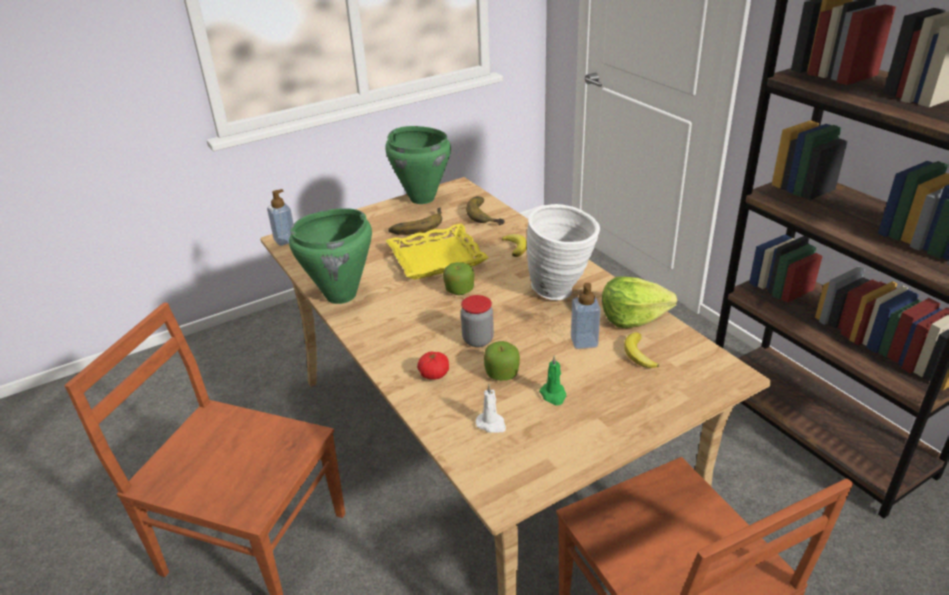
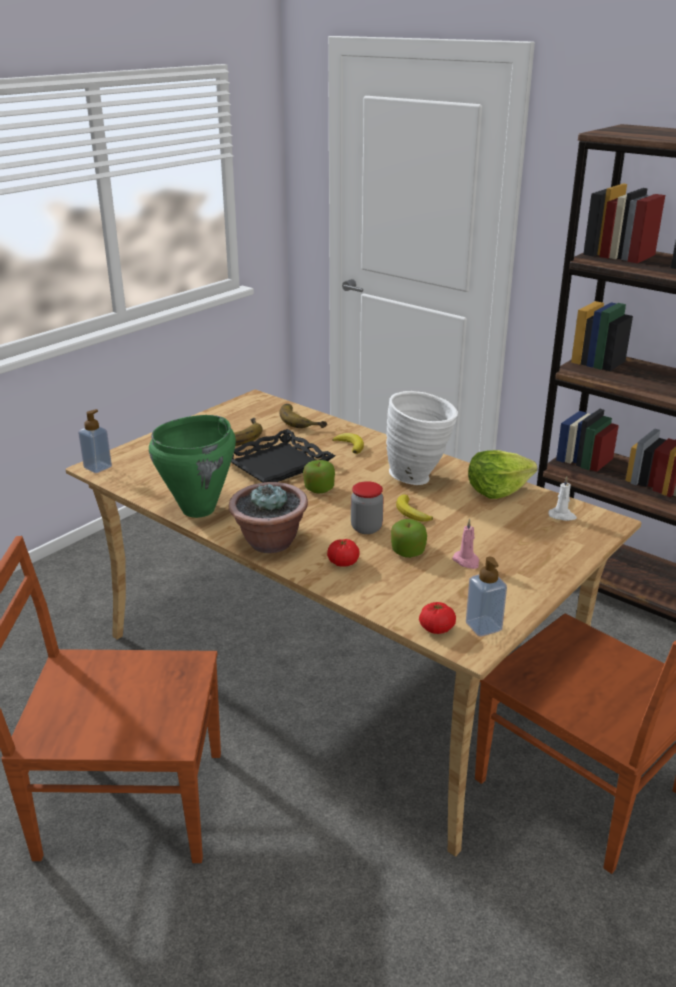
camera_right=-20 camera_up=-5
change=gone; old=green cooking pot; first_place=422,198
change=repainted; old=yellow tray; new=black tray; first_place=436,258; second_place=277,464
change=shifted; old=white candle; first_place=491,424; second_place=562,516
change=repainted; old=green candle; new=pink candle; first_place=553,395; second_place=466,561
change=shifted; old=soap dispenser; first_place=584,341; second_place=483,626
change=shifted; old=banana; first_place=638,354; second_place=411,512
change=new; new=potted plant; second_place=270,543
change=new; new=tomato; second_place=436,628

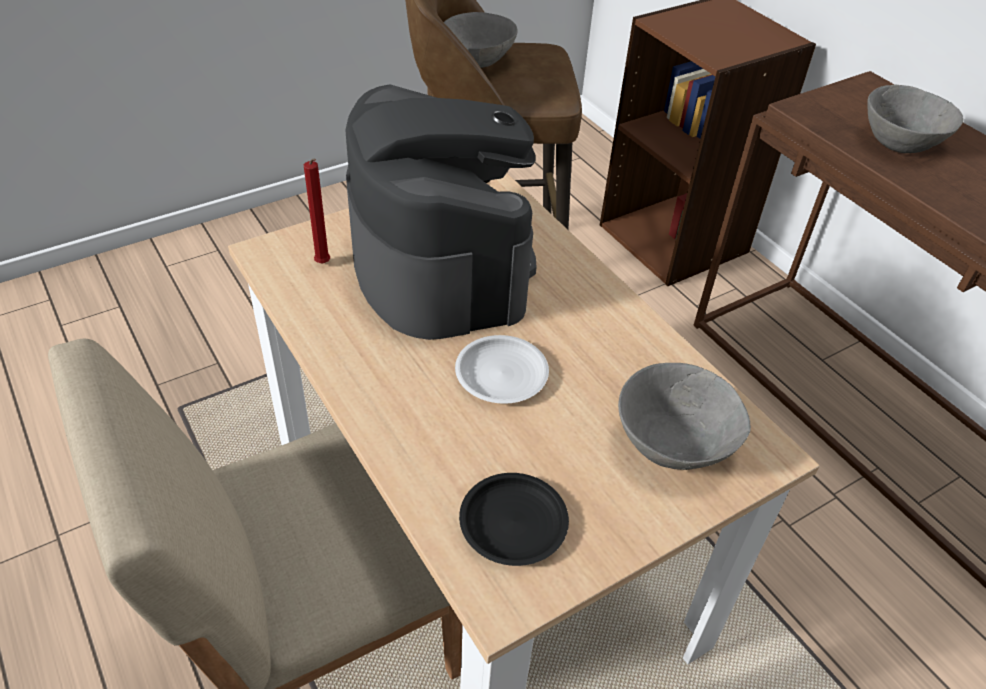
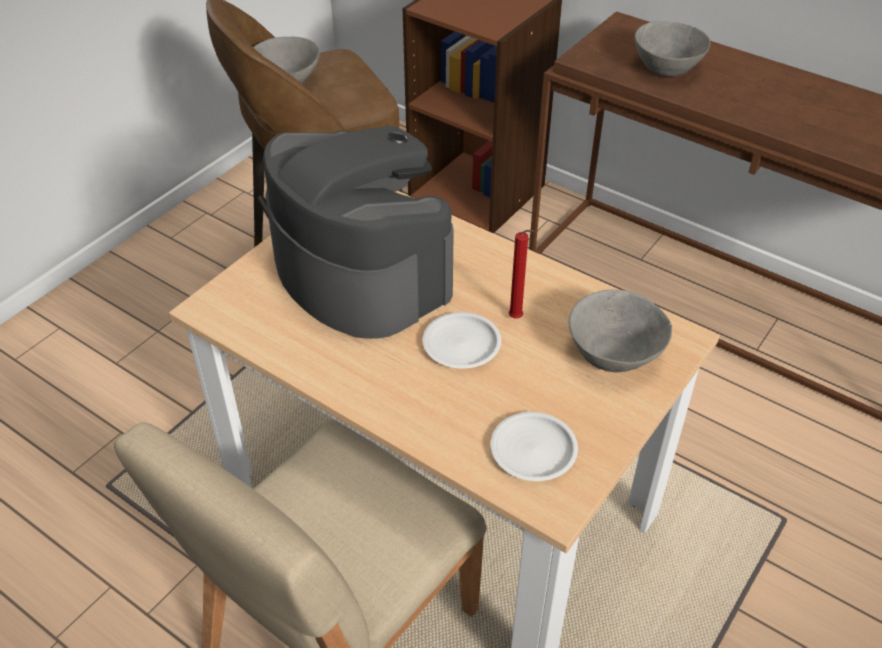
camera_right=-20 camera_up=0
change=shifted; old=red candle; first_place=323,265; second_place=517,319
change=repainted; old=black plate; new=white plate; first_place=513,524; second_place=533,451

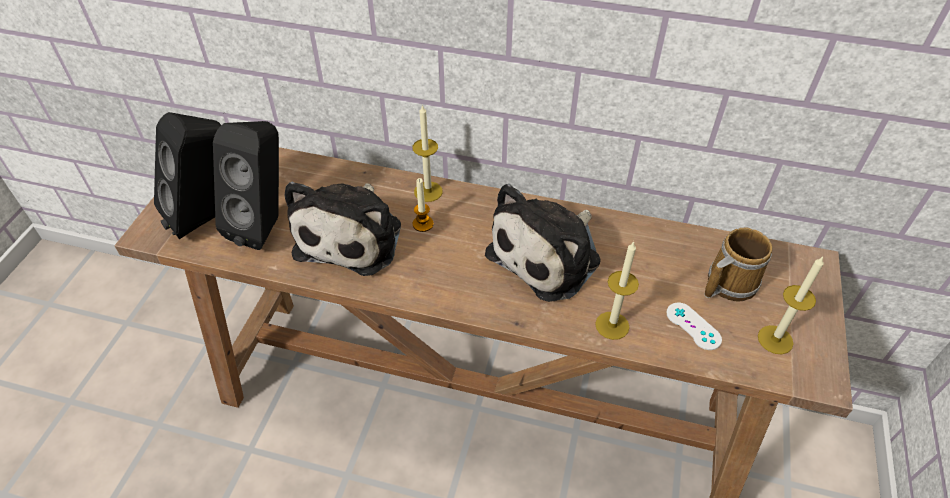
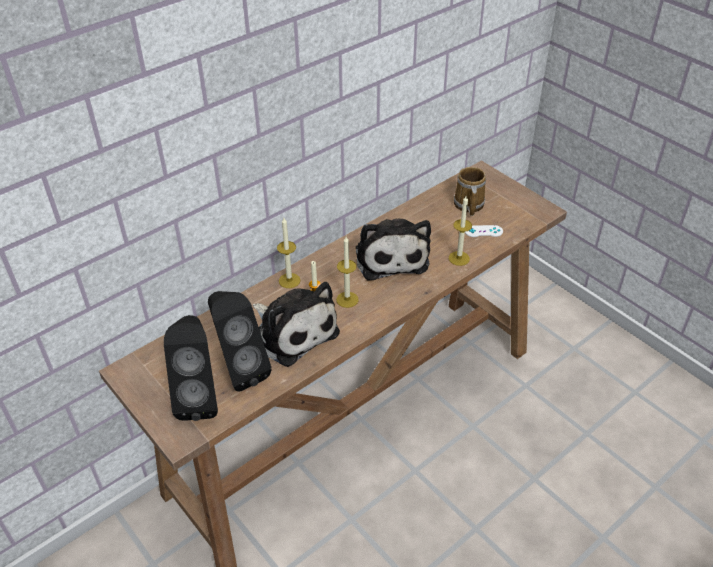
camera_right=-55 camera_up=-5
change=shifted; old=candle; first_place=775,339; second_place=347,299

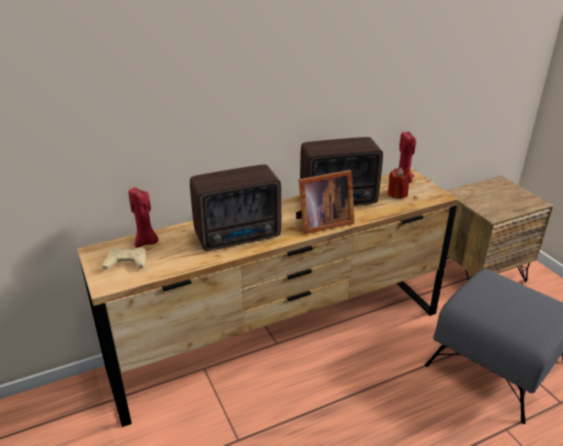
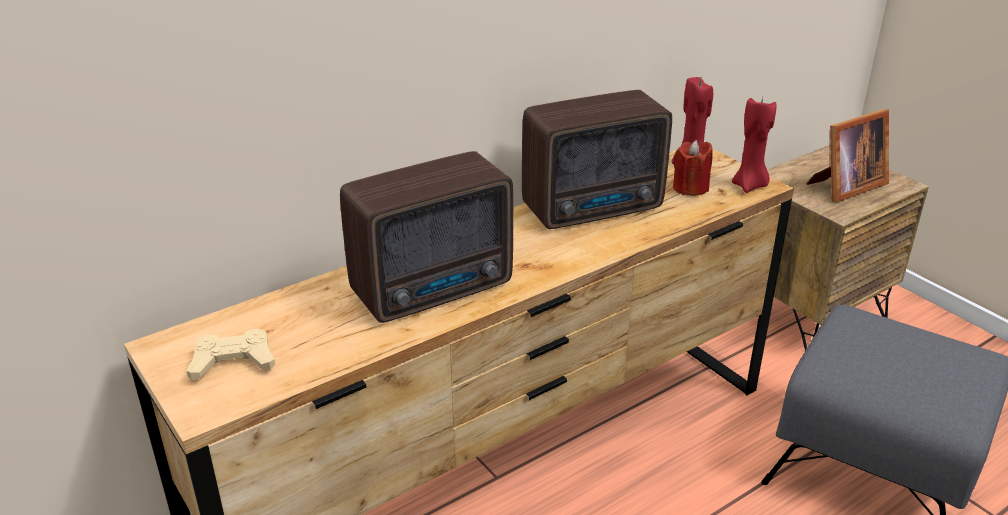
camera_right=-10 camera_up=0
change=shifted; old=red candle; first_place=147,242; second_place=750,186
change=shifted; old=picture frame; first_place=321,223; second_place=845,187

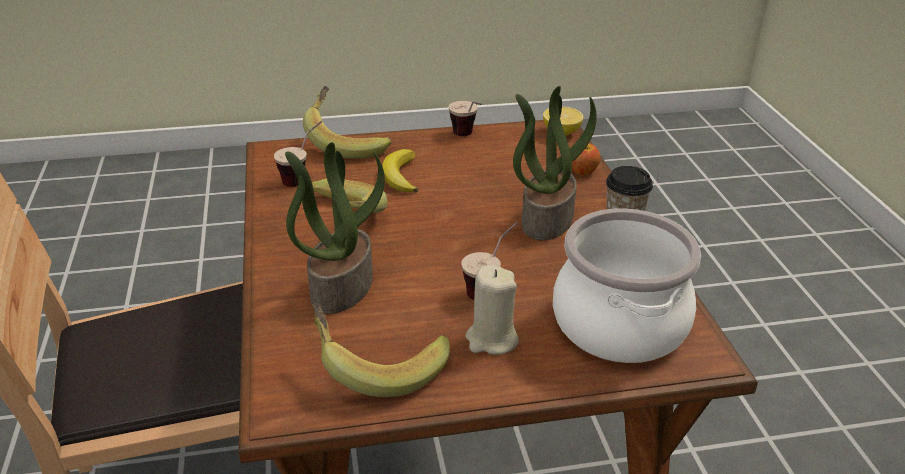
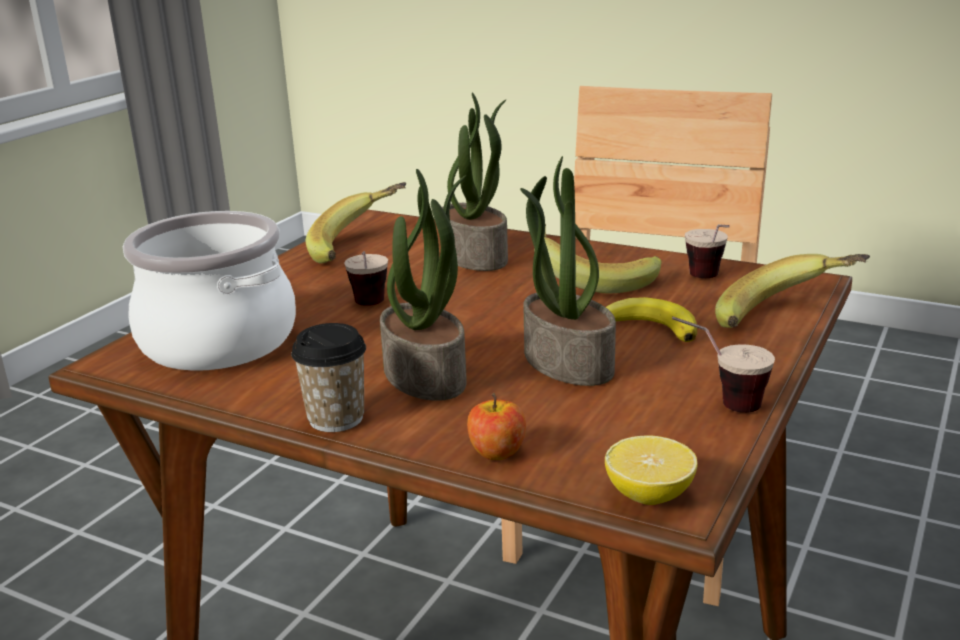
camera_right=130 camera_up=-10
change=gone; old=beige candle; first_place=491,339
change=new; new=potted plant; second_place=565,362

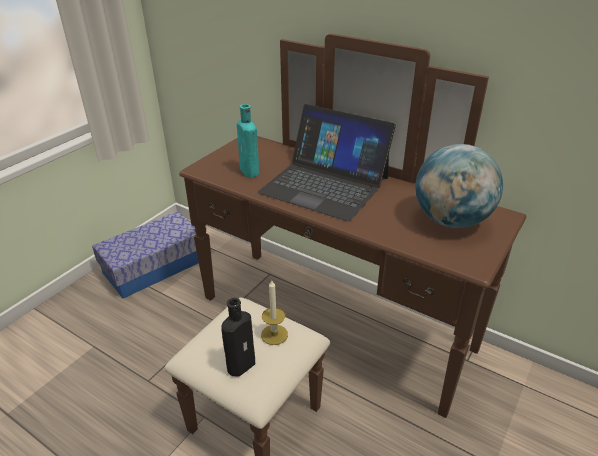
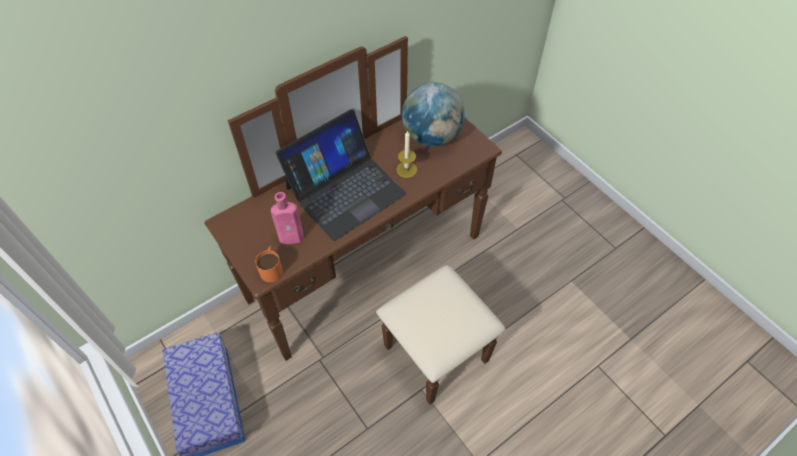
camera_right=-70 camera_up=20
change=gone; old=black bottle; first_place=243,364
change=repainted; old=turquoise bottle; new=pink bottle; first_place=250,172; second_place=293,237
change=shifted; old=candle; first_place=274,334; second_place=406,169
change=new; new=orange mug; second_place=271,267

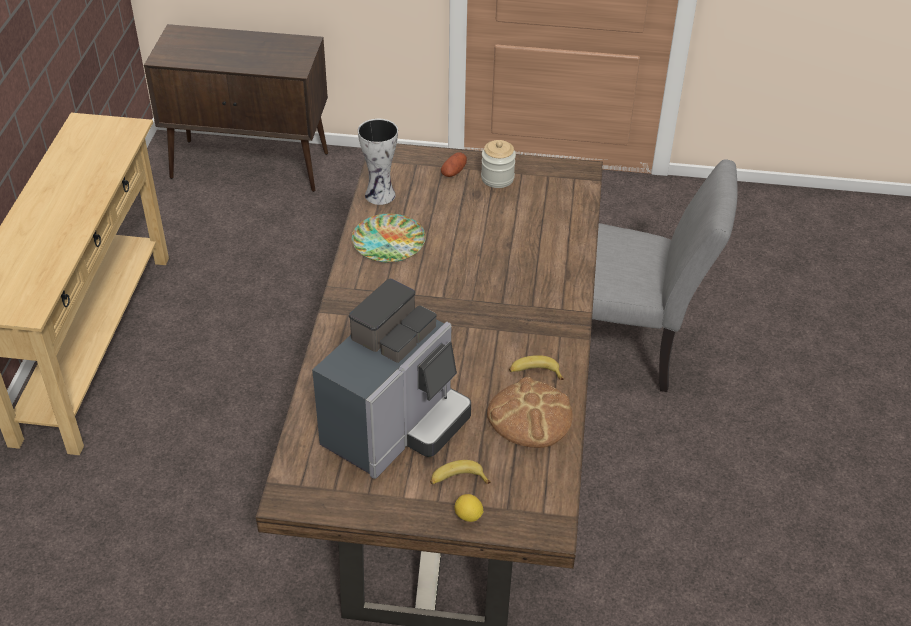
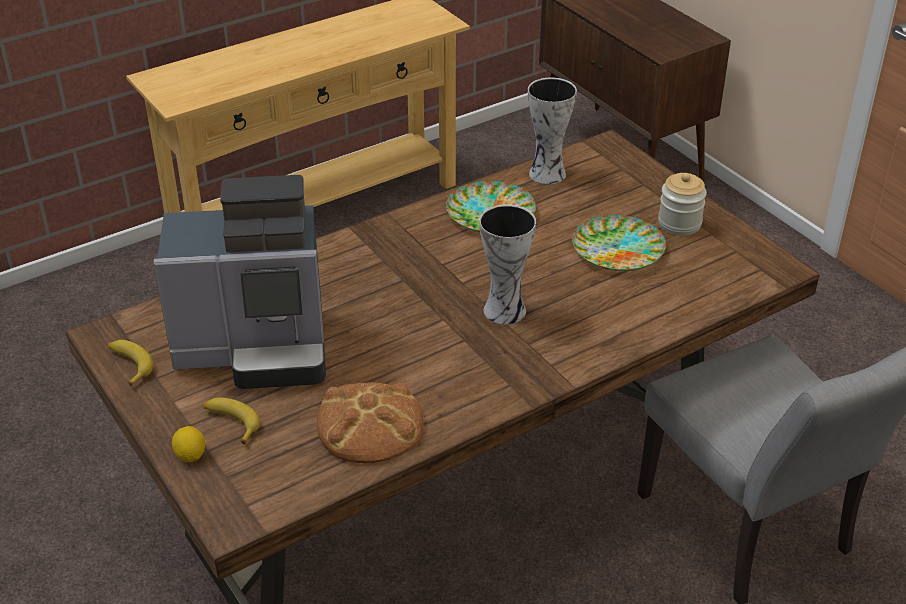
camera_right=50 camera_up=-5
change=gone; old=potato; first_place=453,172
change=shifted; old=banana; first_place=534,372; second_place=129,365
change=new; new=vase; second_place=505,309
change=new; new=plate; second_place=617,248

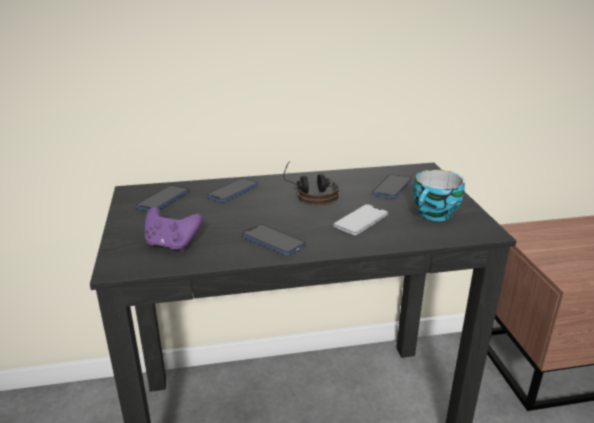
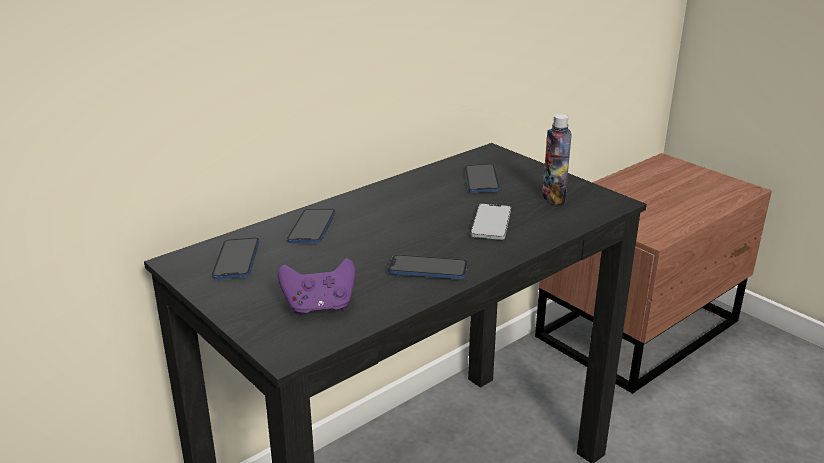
camera_right=-30 camera_up=0
change=gone; old=headphones; first_place=310,192
change=swapped; old=cup; new=bottle; first_place=435,215; second_place=553,198

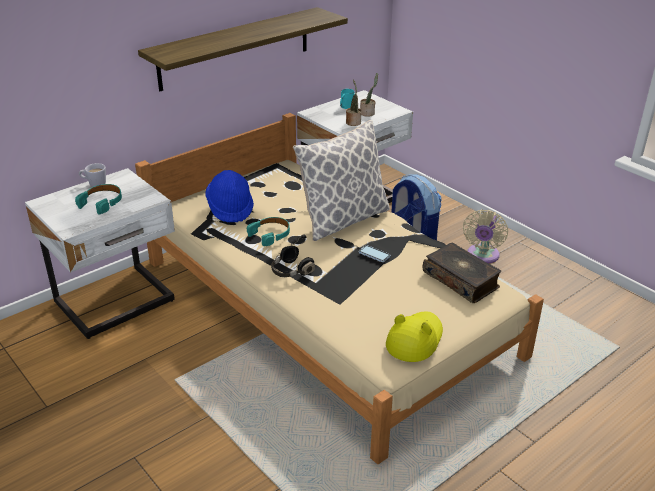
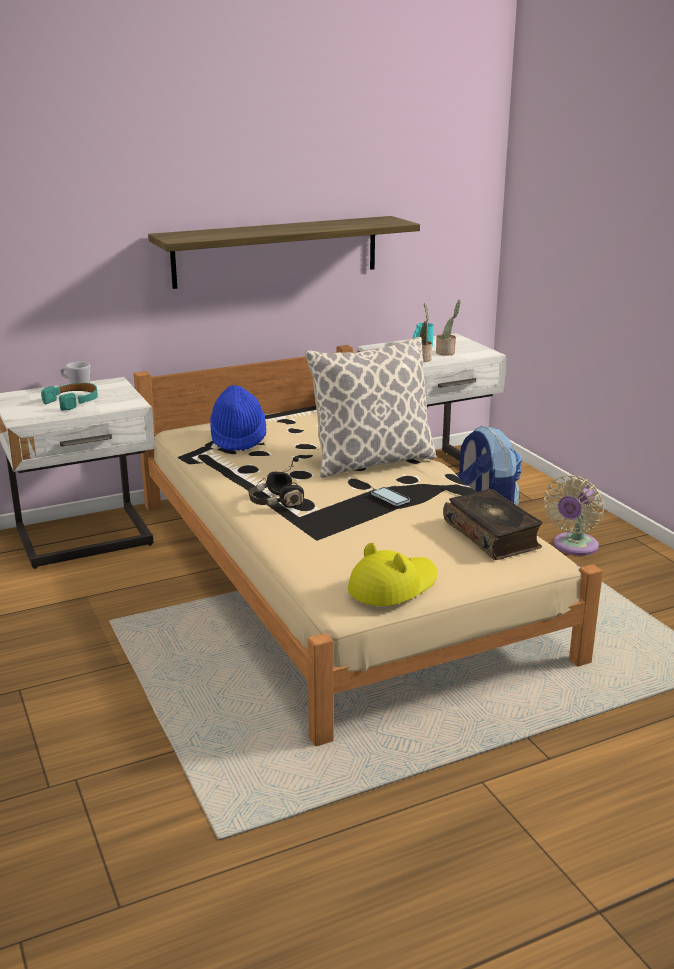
camera_right=15 camera_up=-10
change=gone; old=turquoise headphones; first_place=270,234

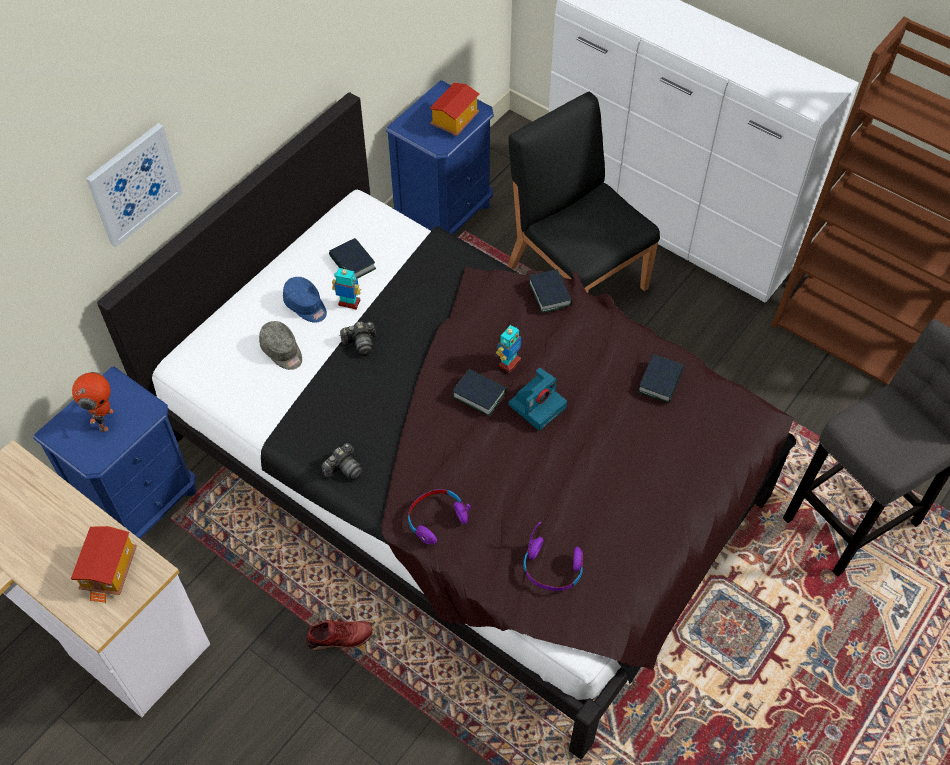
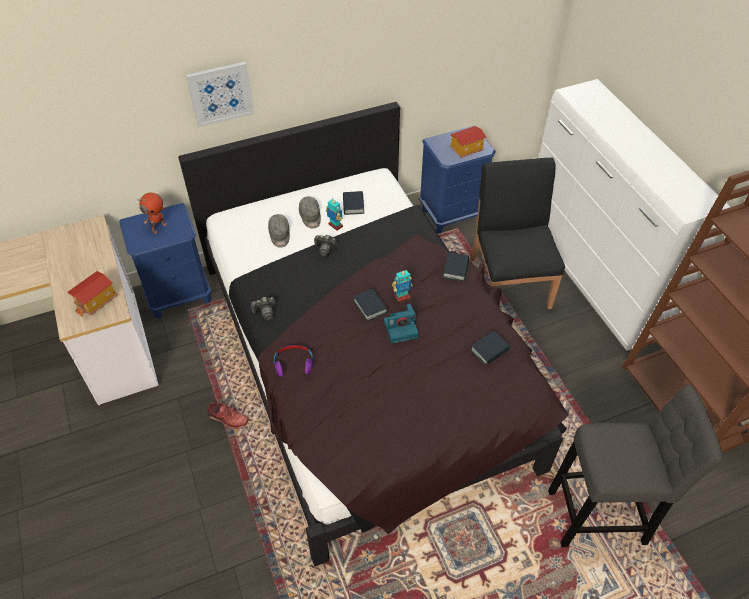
camera_right=30 camera_up=-5
change=repainted; old=blue cap; new=grey cap; first_place=306,306; second_place=310,217
change=gone; old=purple headphones; first_place=552,569

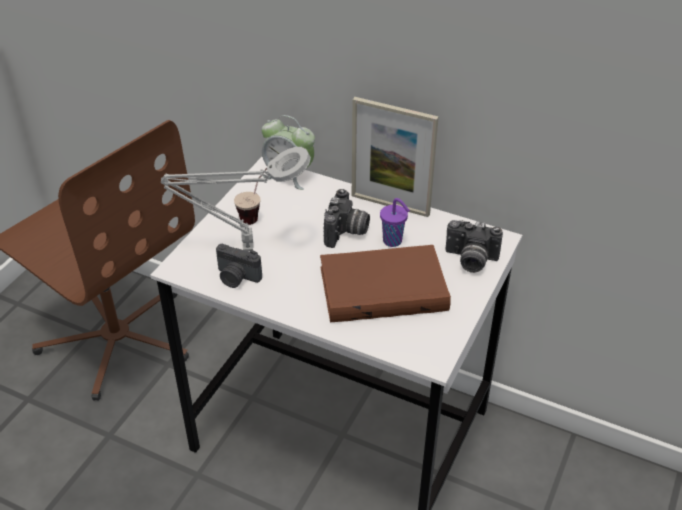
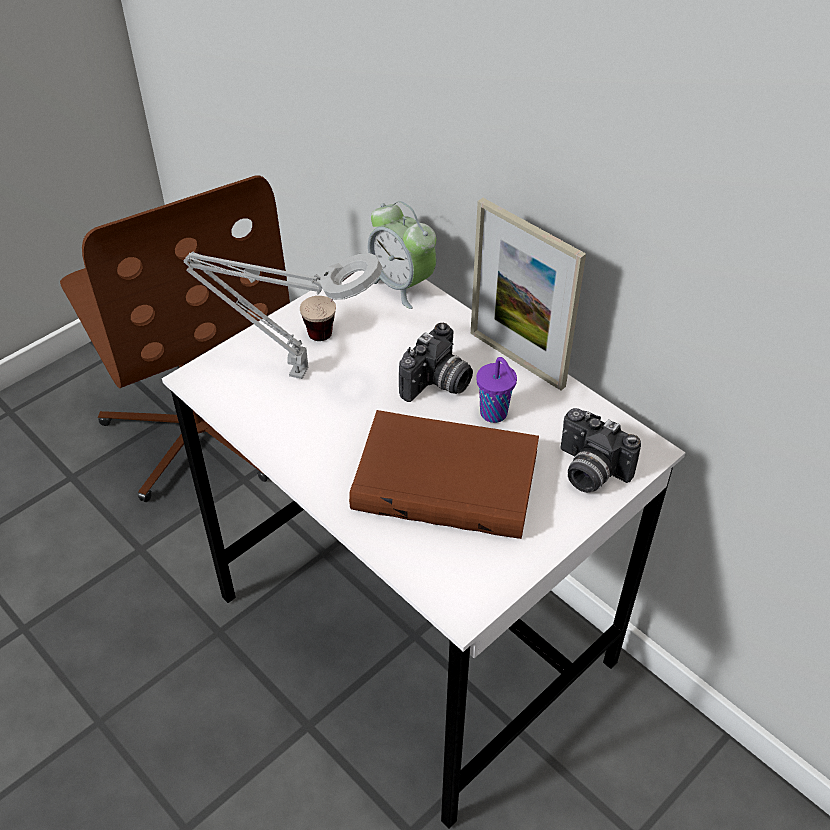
camera_right=20 camera_up=5
change=gone; old=photo camera; first_place=236,278

